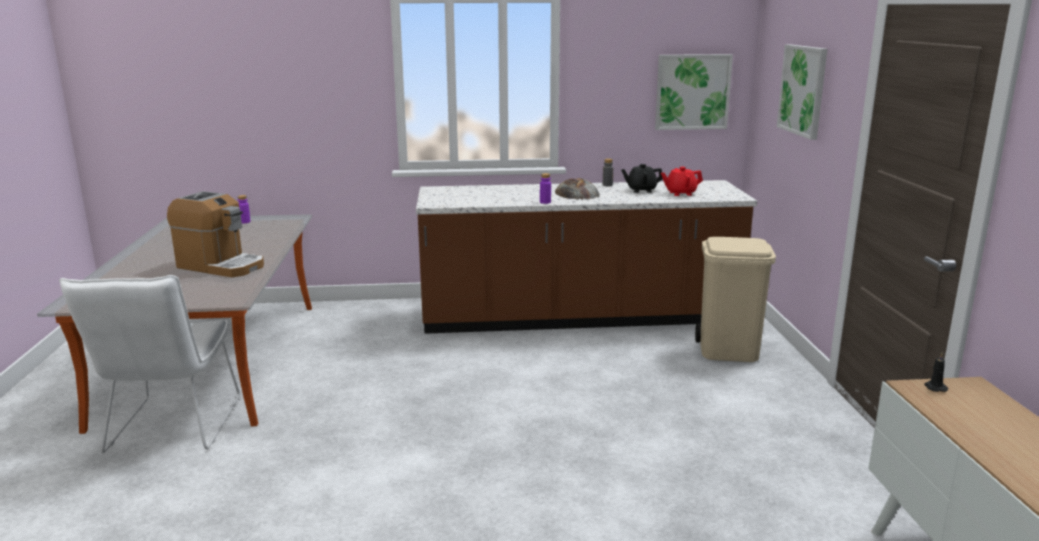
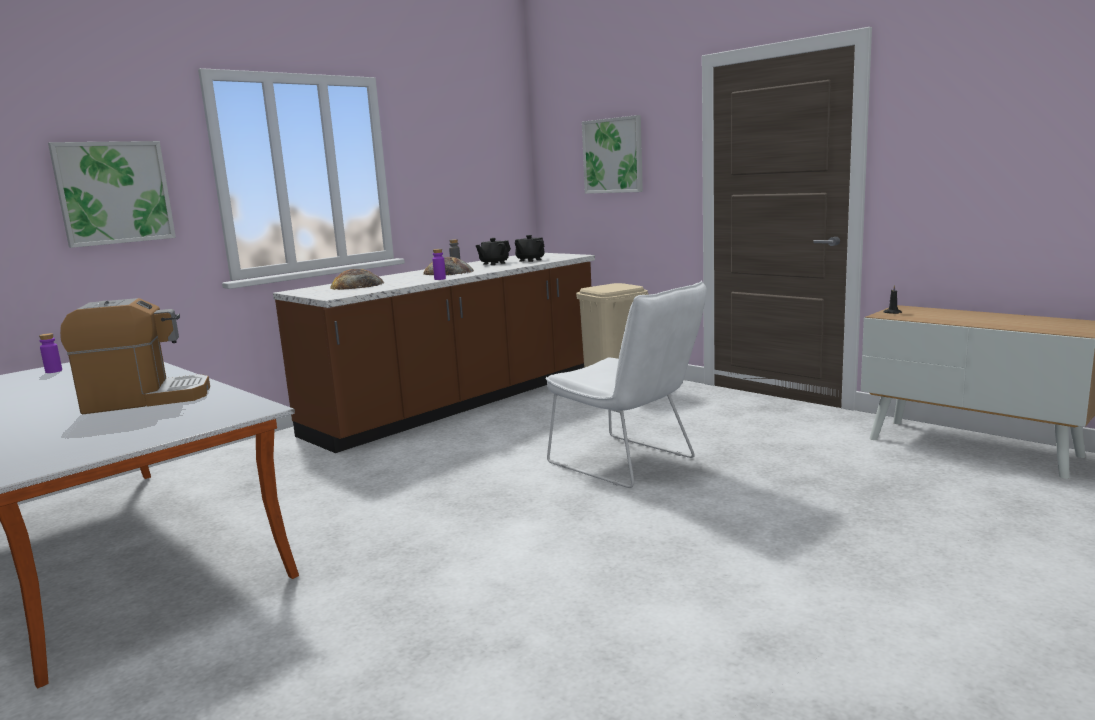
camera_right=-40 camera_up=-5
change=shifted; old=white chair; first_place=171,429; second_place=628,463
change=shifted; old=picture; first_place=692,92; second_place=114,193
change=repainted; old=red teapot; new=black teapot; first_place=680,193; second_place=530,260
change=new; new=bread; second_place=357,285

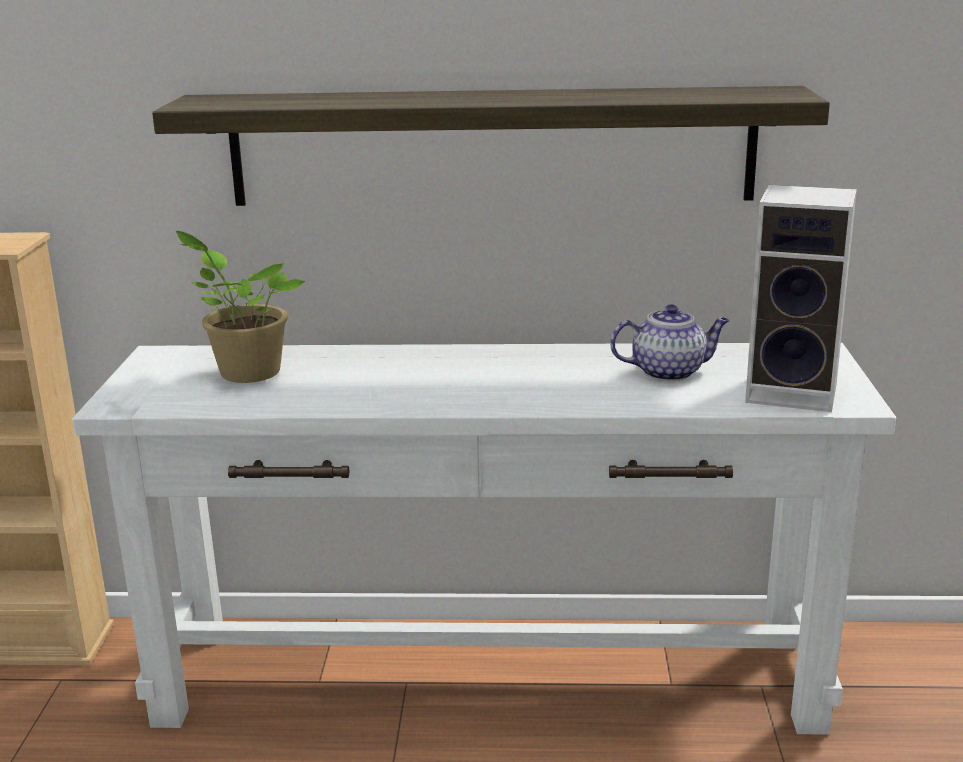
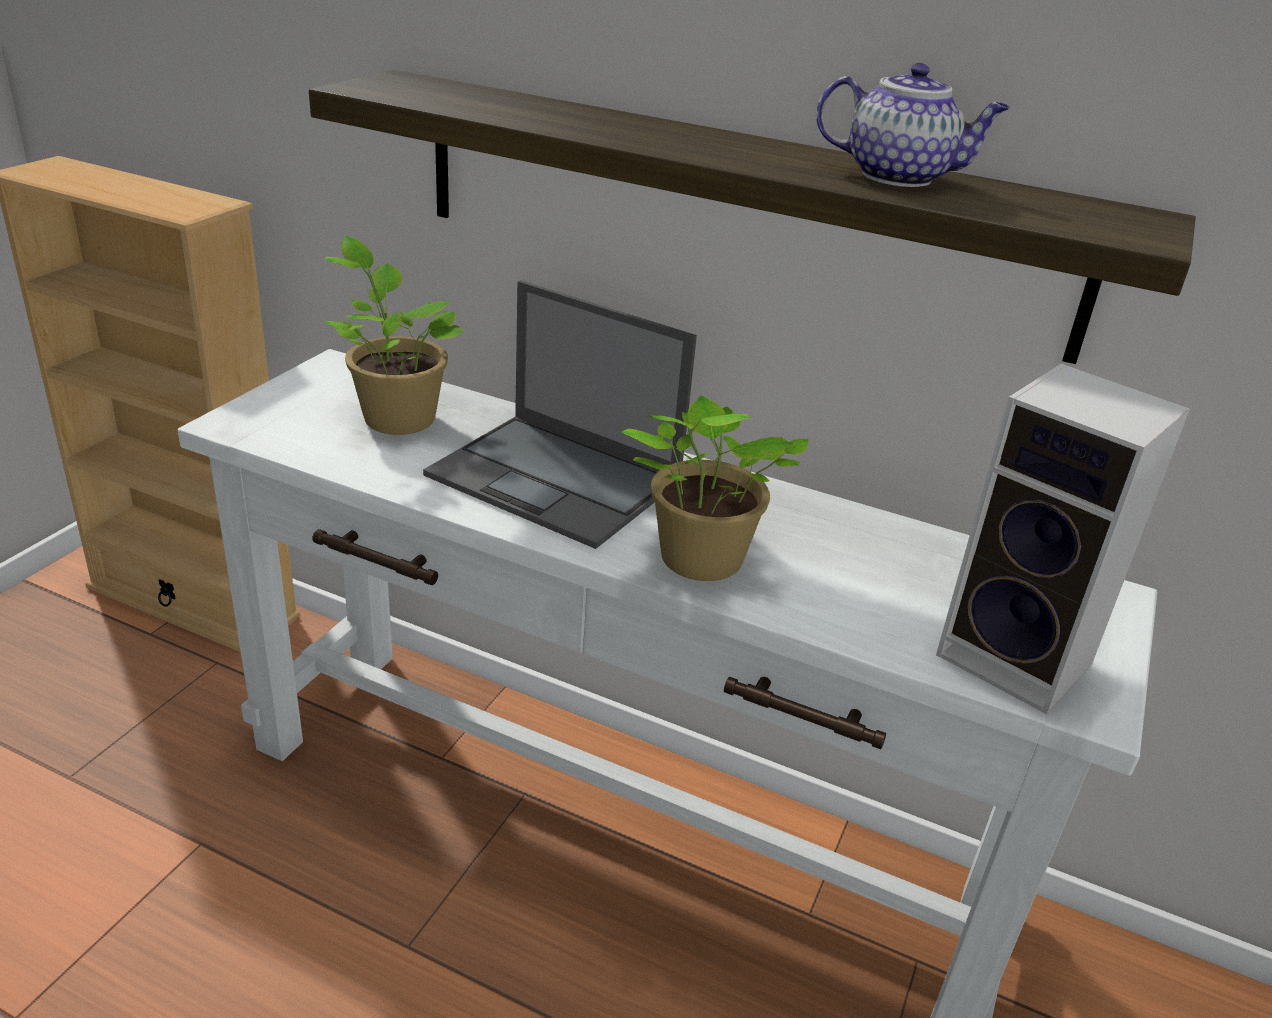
camera_right=20 camera_up=10
change=shifted; old=teapot; first_place=669,372; second_place=900,177
change=new; new=laptop; second_place=557,479
change=new; new=potted plant; second_place=697,562

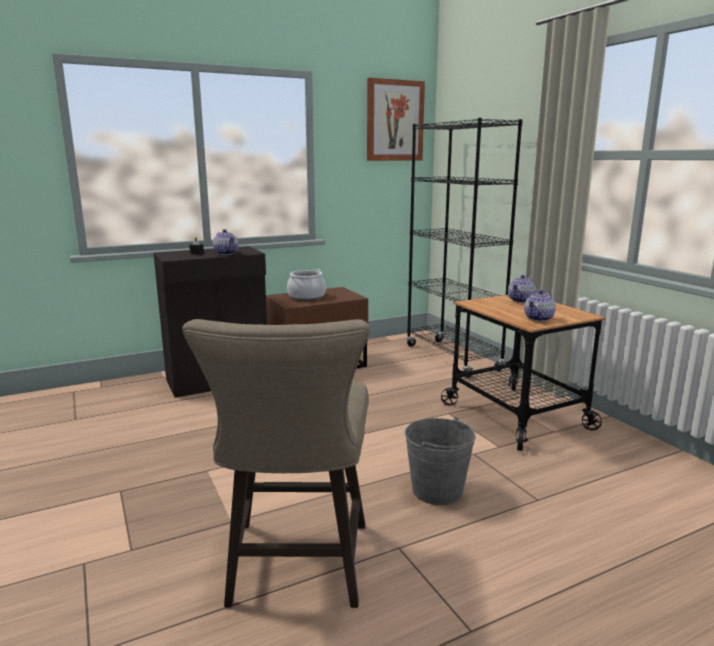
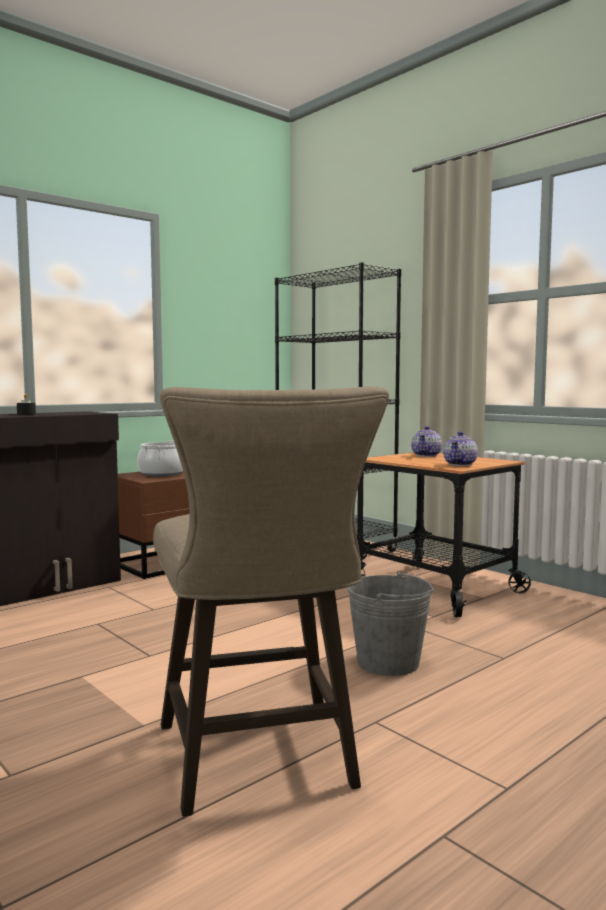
camera_right=-15 camera_up=-10
change=gone; old=teapot; first_place=226,253
change=gone; old=picture; first_place=394,121

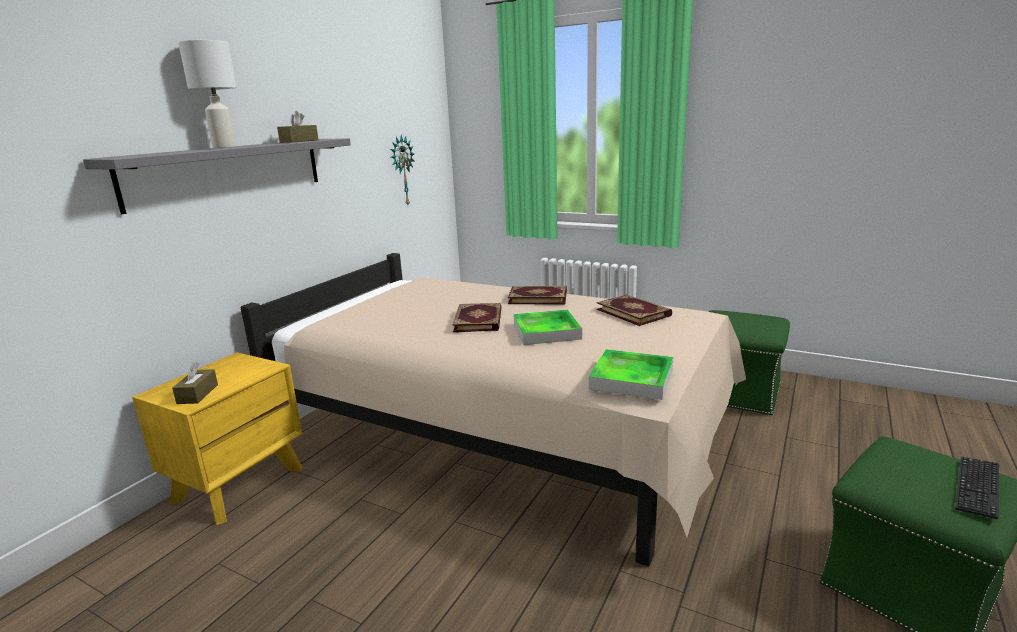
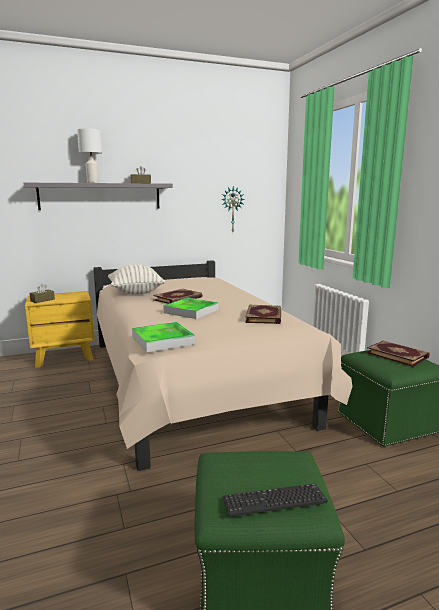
camera_right=40 camera_up=-5
change=shifted; old=book; first_place=538,297; second_place=397,355
change=new; new=pillow; second_place=136,292

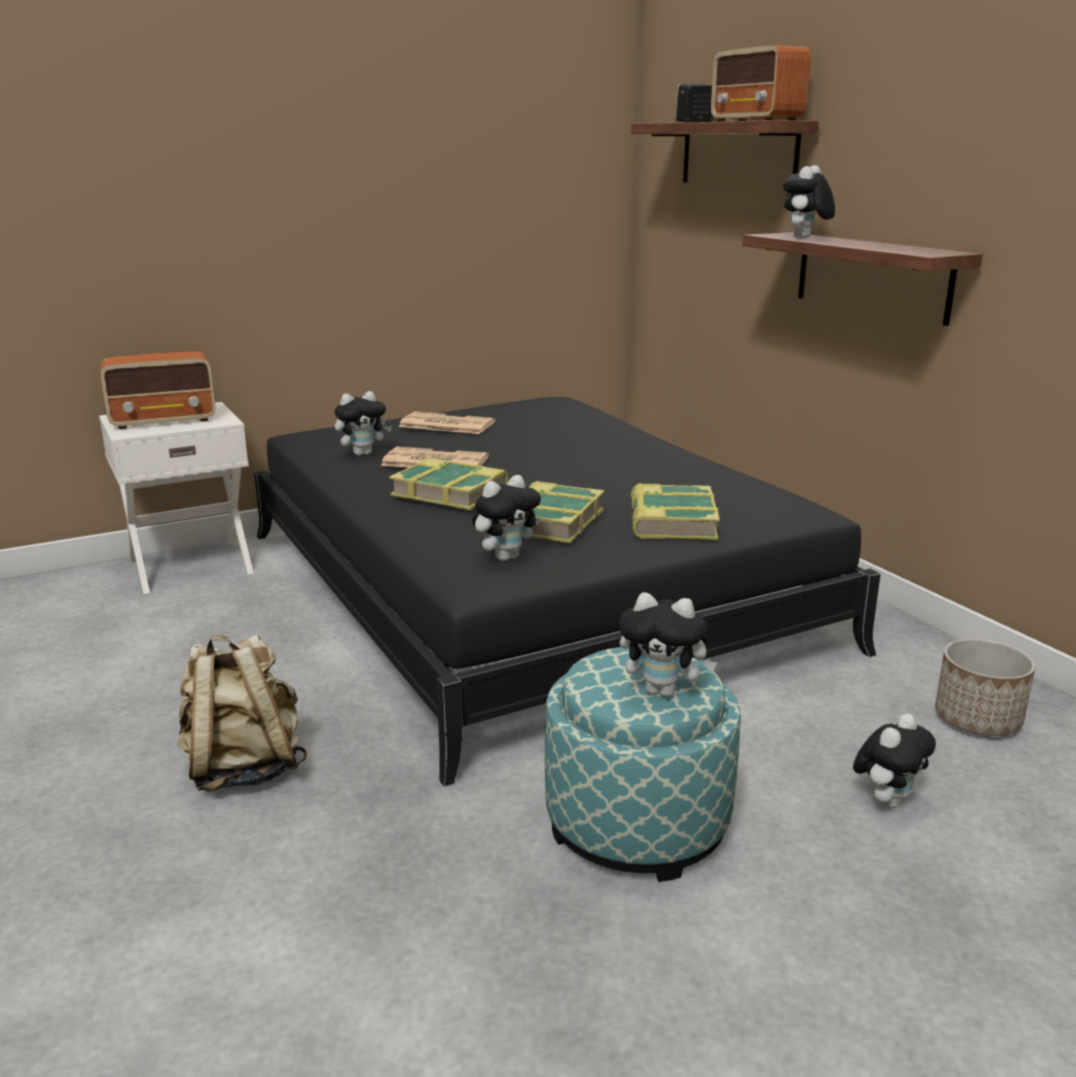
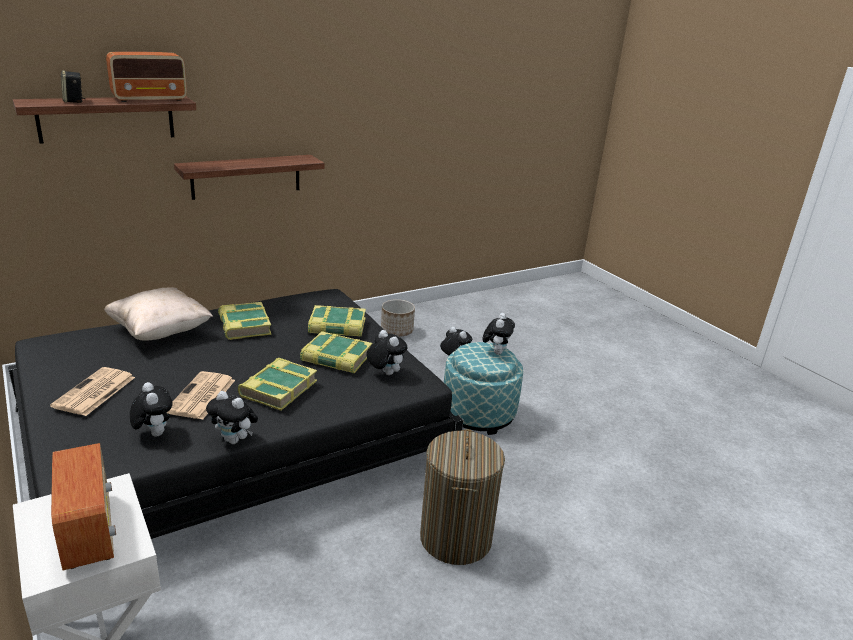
camera_right=-95 camera_up=5
change=swapped; old=beige backpack; new=laundry basket; first_place=244,768; second_place=455,538
change=shifted; old=plush toy; first_place=804,238; second_place=234,440
change=new; new=beige pillow; second_place=160,332
change=new; new=book; second_place=244,326

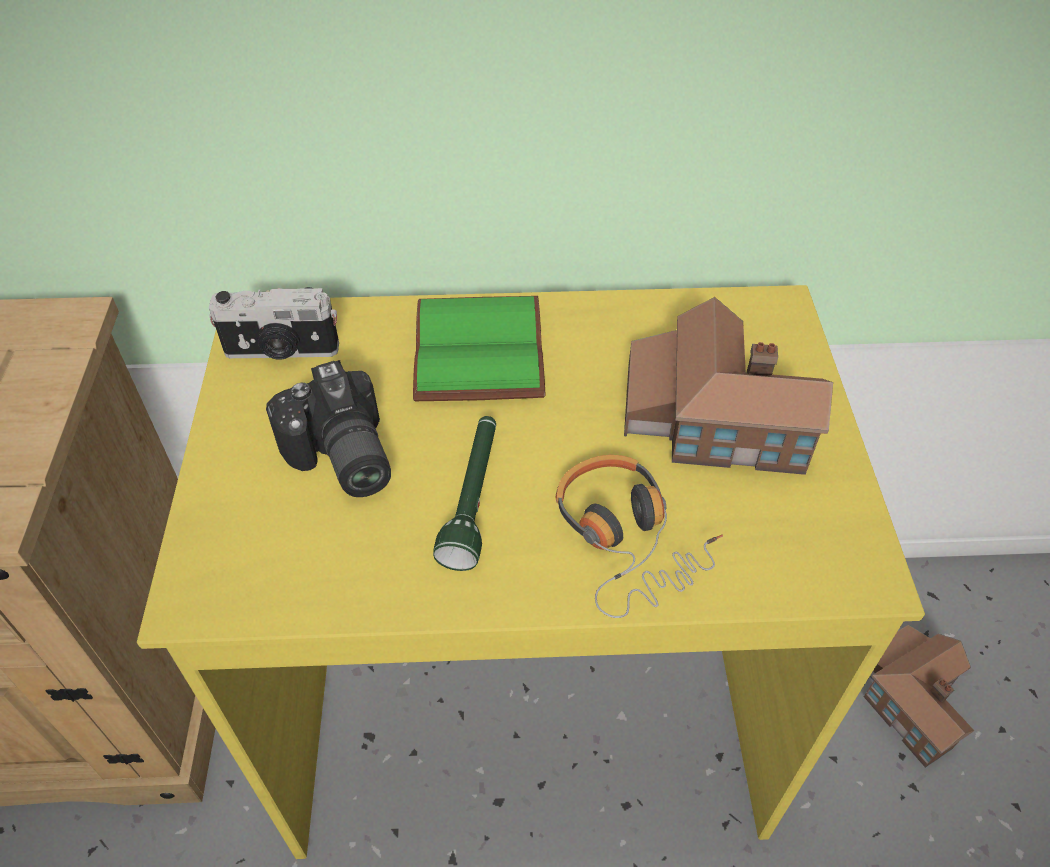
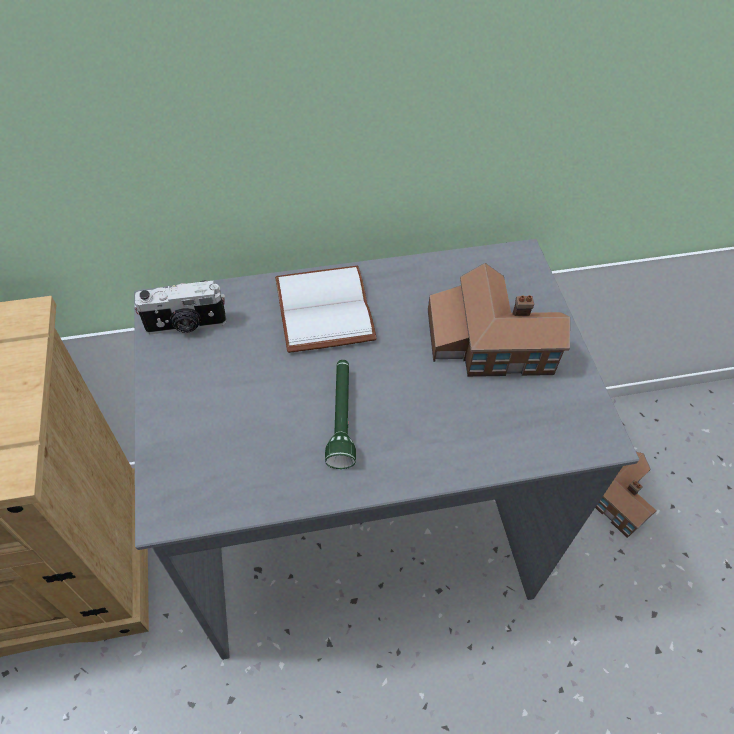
camera_right=-10 camera_up=5
change=repainted; old=yellow desk; new=grey desk; first_place=526,710; second_place=363,536
change=gone; old=photo camera; first_place=339,459
change=repainted; old=green book; new=white book; first_place=483,352; second_place=328,311
change=gone; old=headphones; first_place=627,539

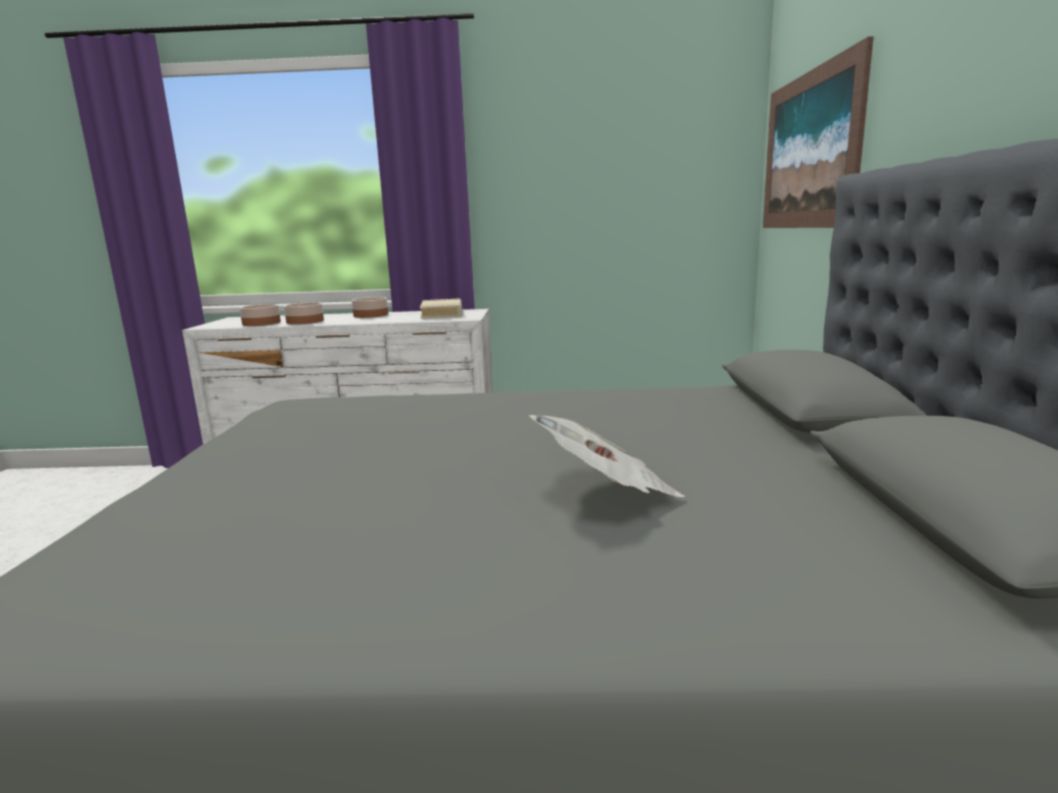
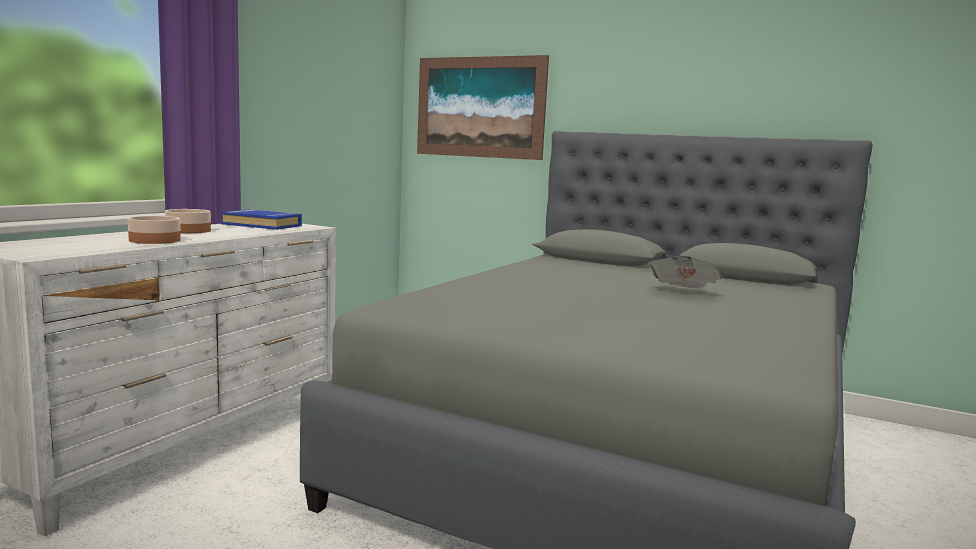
camera_right=-65 camera_up=-5
change=gone; old=bowl; first_place=261,323
change=repainted; old=beige book; new=blue book; first_place=442,314; second_place=262,225

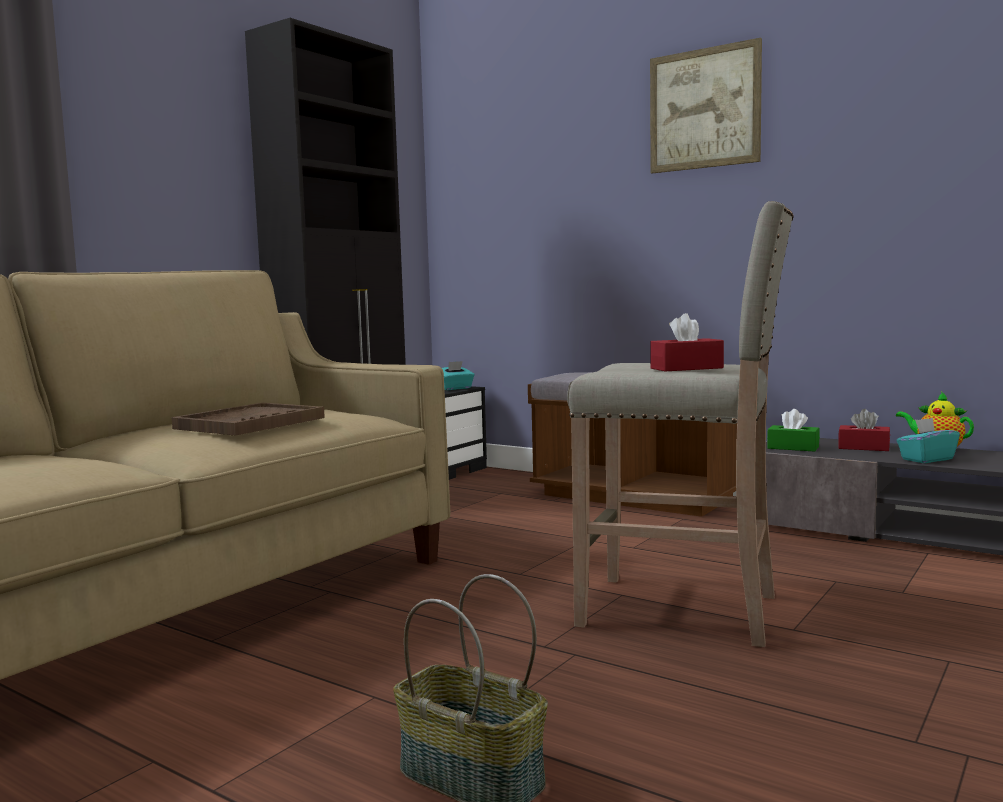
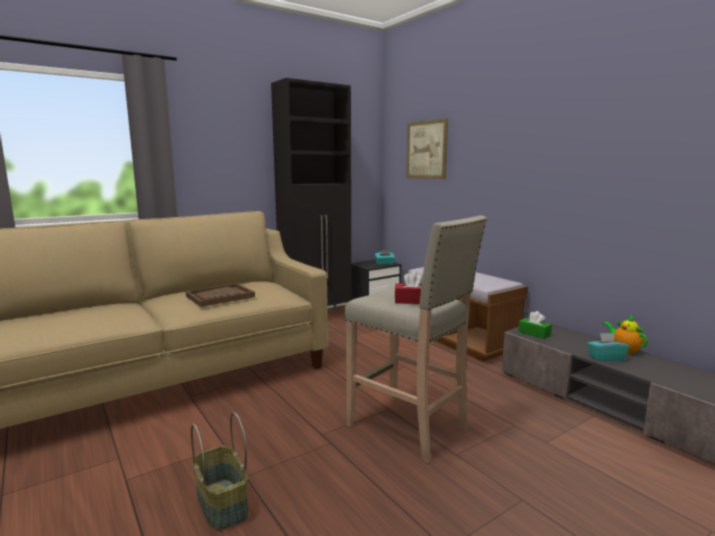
camera_right=20 camera_up=5
change=shifted; old=picture; first_place=704,109; second_place=426,150
change=gone; old=red tissue box; first_place=863,447

